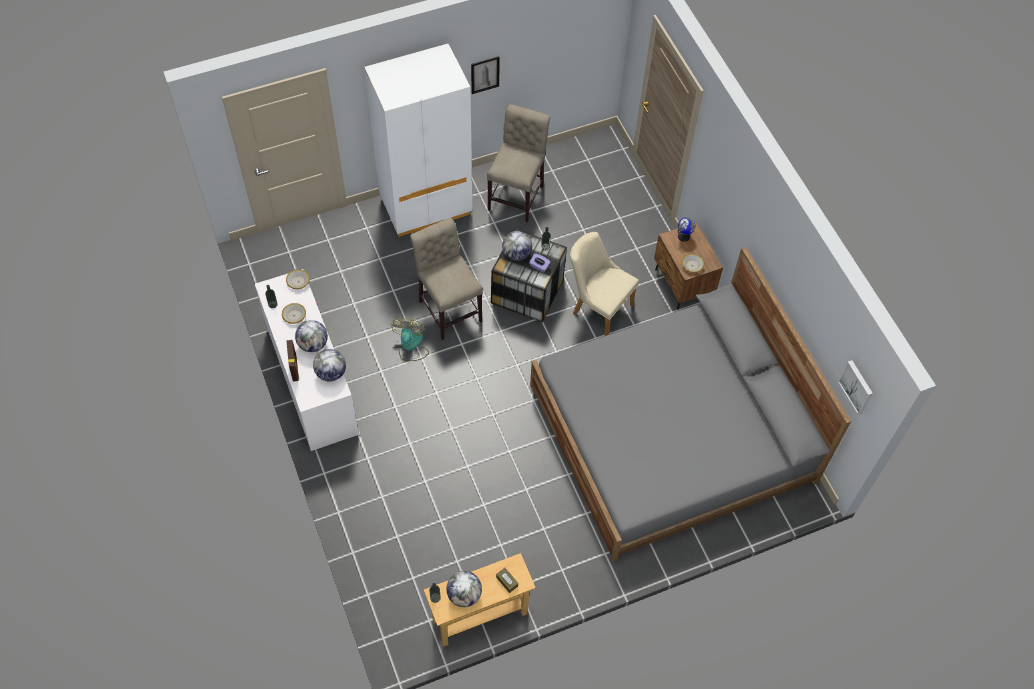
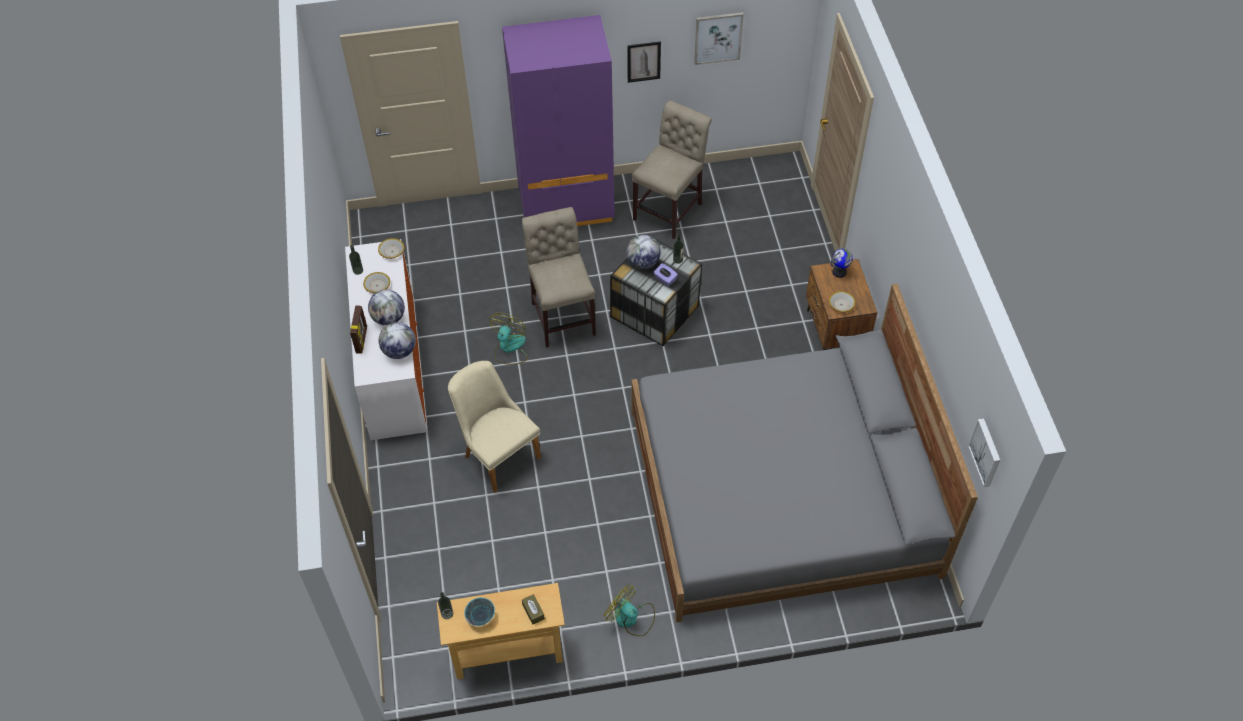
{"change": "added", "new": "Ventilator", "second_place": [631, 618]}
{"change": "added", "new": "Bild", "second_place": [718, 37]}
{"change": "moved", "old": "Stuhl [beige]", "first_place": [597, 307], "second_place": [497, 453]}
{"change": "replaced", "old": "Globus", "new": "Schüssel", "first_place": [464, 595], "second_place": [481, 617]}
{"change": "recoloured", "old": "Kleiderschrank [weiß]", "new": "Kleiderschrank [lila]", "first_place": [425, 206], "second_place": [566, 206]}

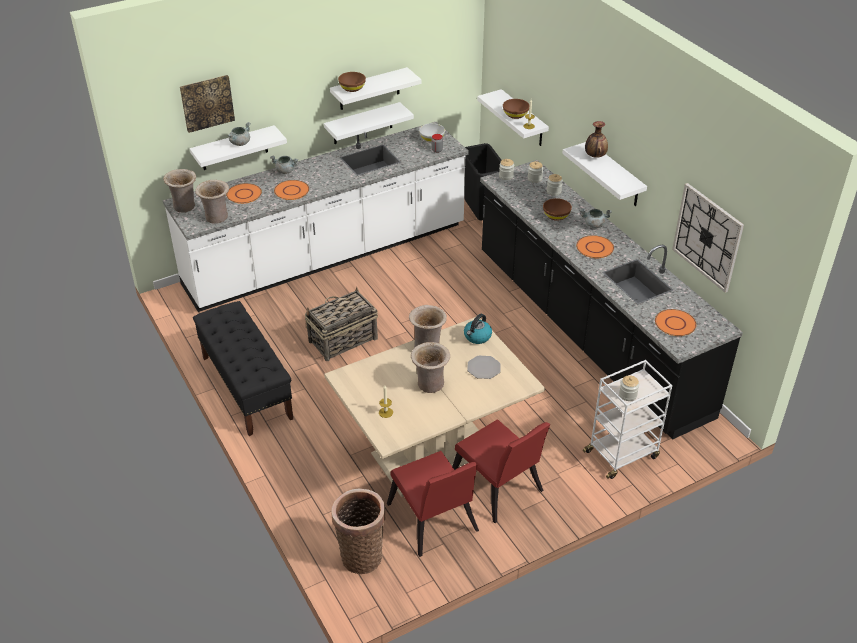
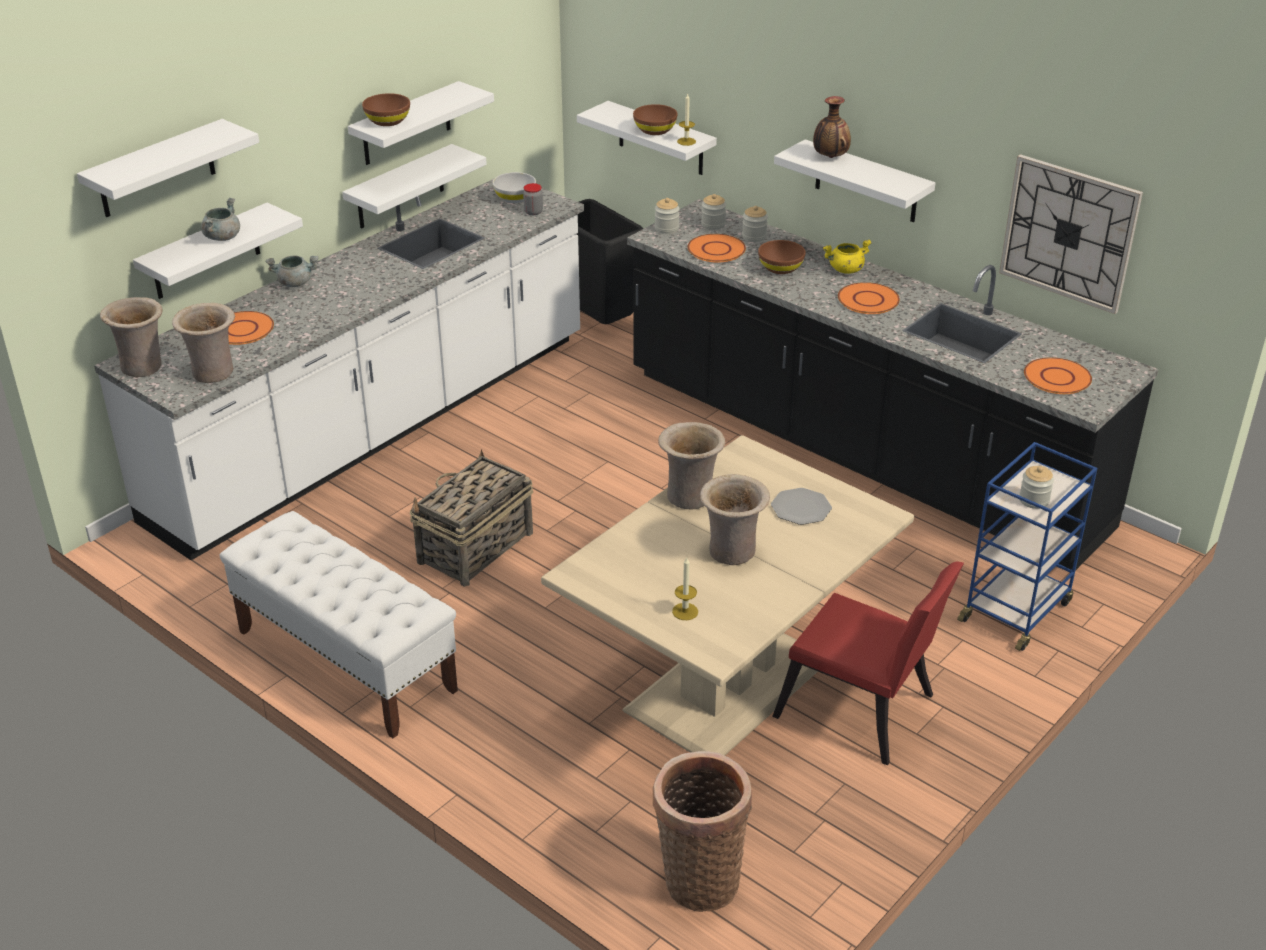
{"change": "removed", "old": "Stuhl [rot]", "first_place": [433, 522]}
{"change": "removed", "old": "Wasserkessel", "first_place": [477, 337]}
{"change": "moved", "old": "Teller [orange]", "first_place": [292, 191], "second_place": [716, 249]}
{"change": "replaced", "old": "Bild", "new": "Wandregal [weiß]", "first_place": [207, 103], "second_place": [156, 169]}
{"change": "recoloured", "old": "Bank [schwarz]", "new": "Bank [weiß]", "first_place": [246, 387], "second_place": [345, 660]}
{"change": "recoloured", "old": "Kochtopf [grau]", "new": "Kochtopf [gelb]", "first_place": [594, 225], "second_place": [845, 270]}
{"change": "recoloured", "old": "Rollwagen [weiß]", "new": "Rollwagen [blau]", "first_place": [622, 454], "second_place": [1016, 610]}

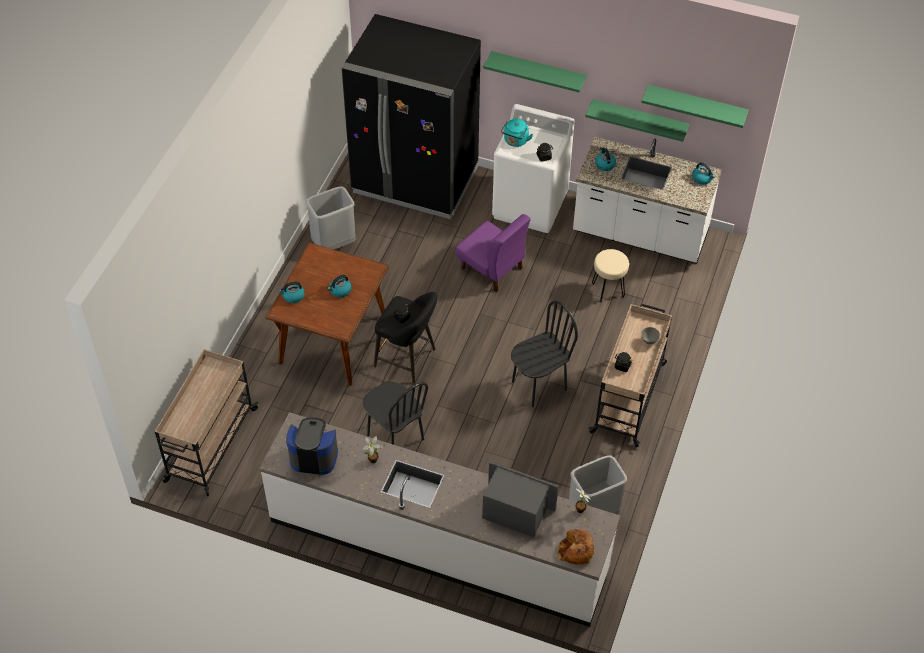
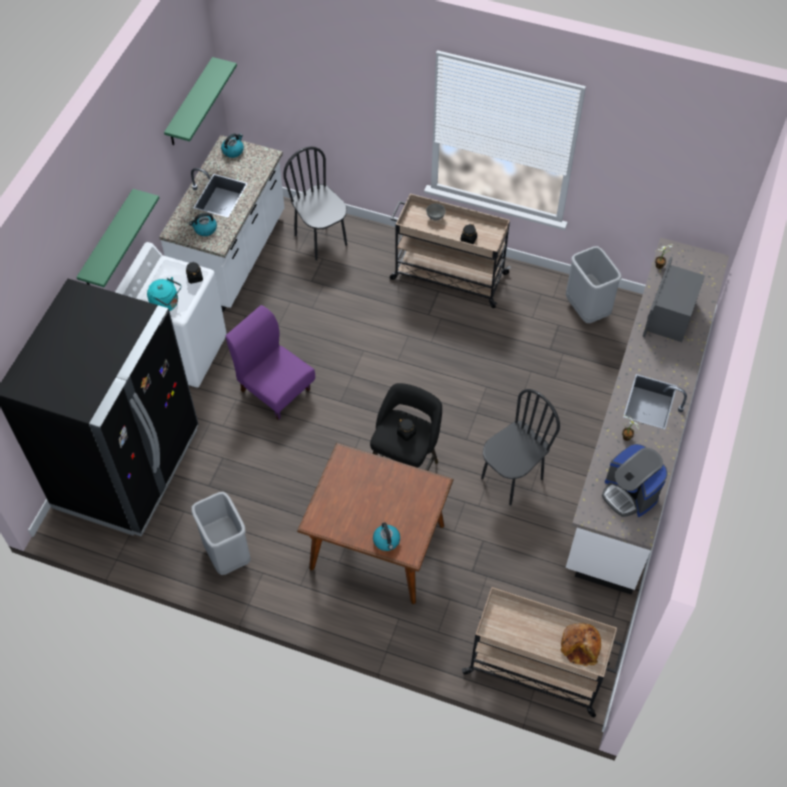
{"change": "removed", "old": "Wasserkessel", "first_place": [340, 291]}
{"change": "removed", "old": "Wandregal [grün]", "first_place": [639, 120]}
{"change": "removed", "old": "Hocker [beige]", "first_place": [608, 290]}
{"change": "moved", "old": "Stuhl [schwarz]", "first_place": [538, 385], "second_place": [321, 239]}
{"change": "moved", "old": "Brot", "first_place": [575, 550], "second_place": [580, 646]}
{"change": "turned", "old": "Kaffeemaschine", "first_place": [313, 456], "second_place": [629, 493], "degrees": -45}
{"change": "turned", "old": "Stuhl [lila]", "first_place": [492, 268], "second_place": [275, 389], "degrees": -90}

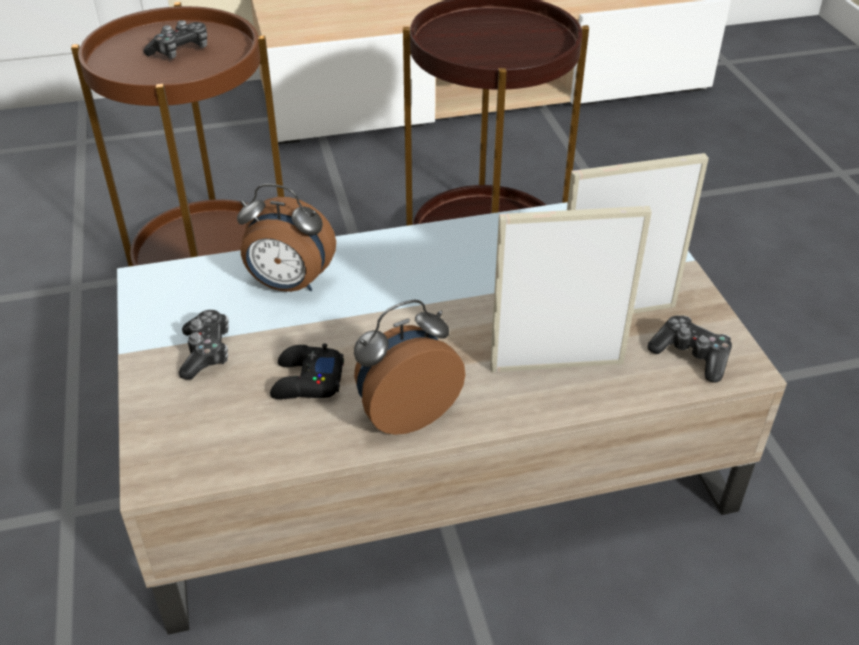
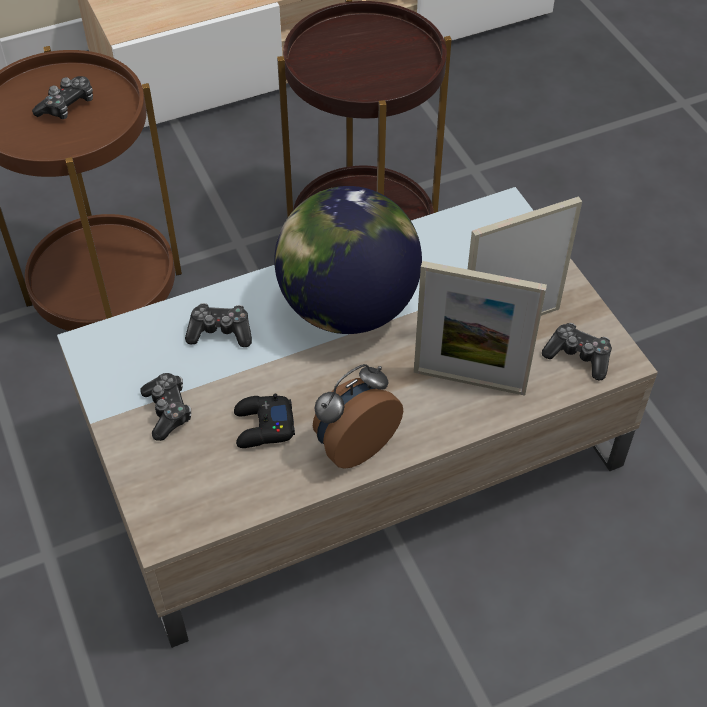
{"change": "added", "new": "Globus", "second_place": [347, 307]}
{"change": "replaced", "old": "Wecker", "new": "Gamepad", "first_place": [289, 285], "second_place": [220, 332]}
{"change": "turned", "old": "Bilderrahmen", "first_place": [556, 365], "second_place": [469, 381], "degrees": -150}

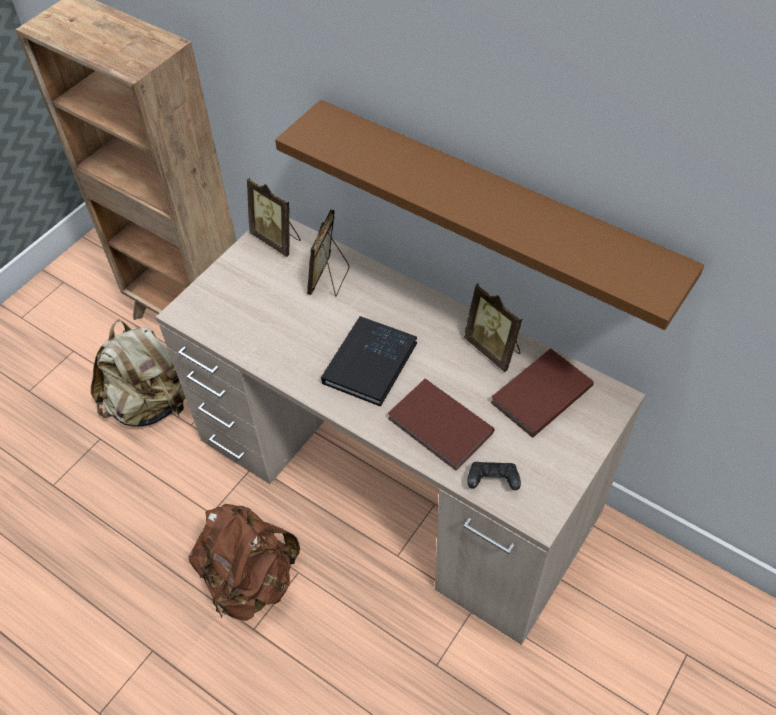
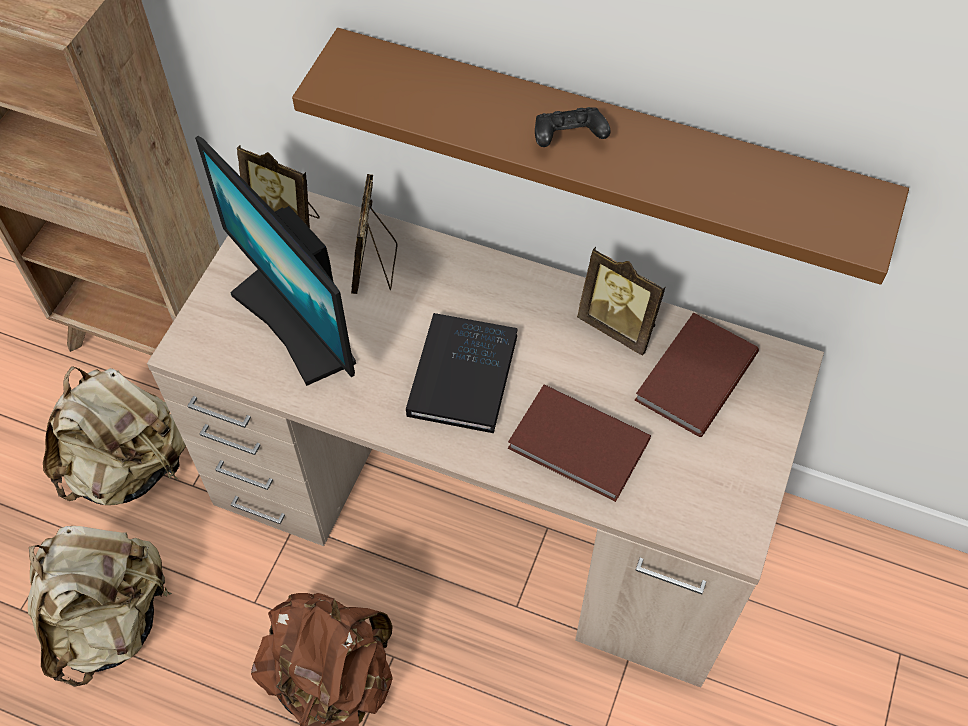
{"change": "added", "new": "Rucksack [beige]", "second_place": [110, 620]}
{"change": "added", "new": "Monitor", "second_place": [297, 322]}
{"change": "moved", "old": "Gamepad [schwarz]", "first_place": [492, 481], "second_place": [568, 138]}

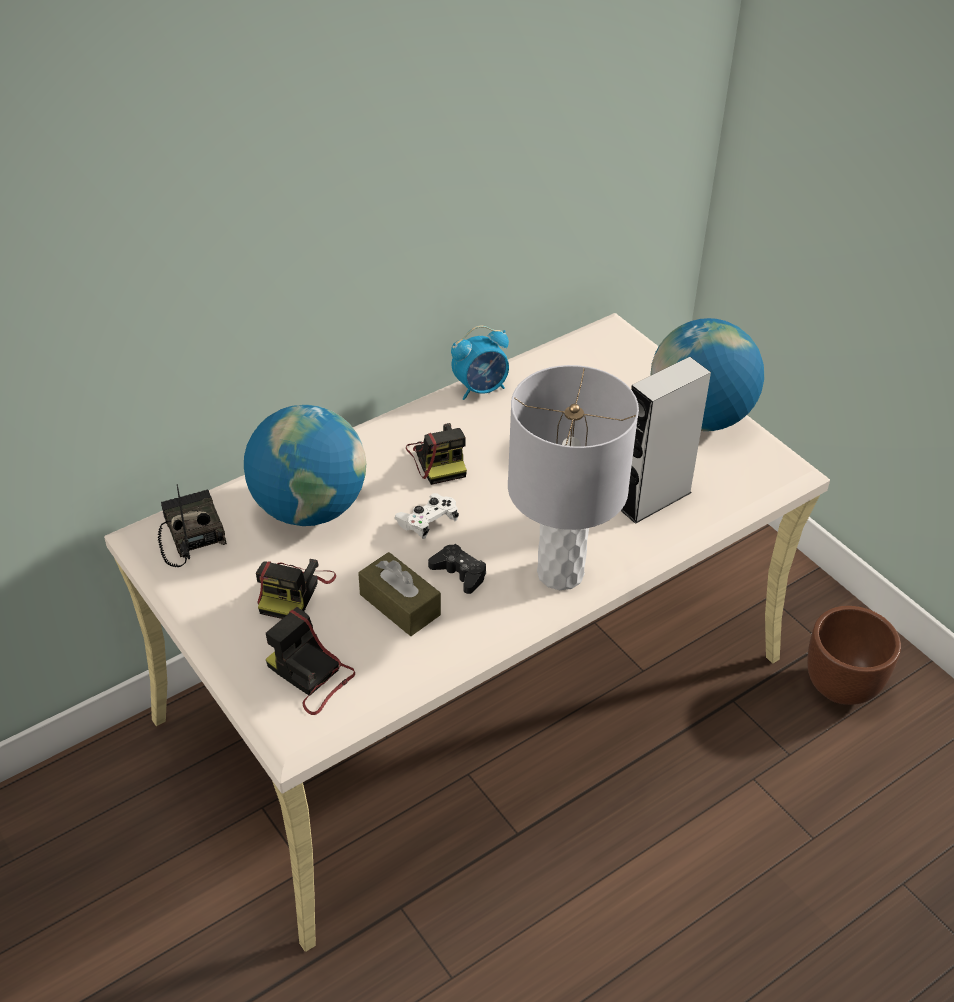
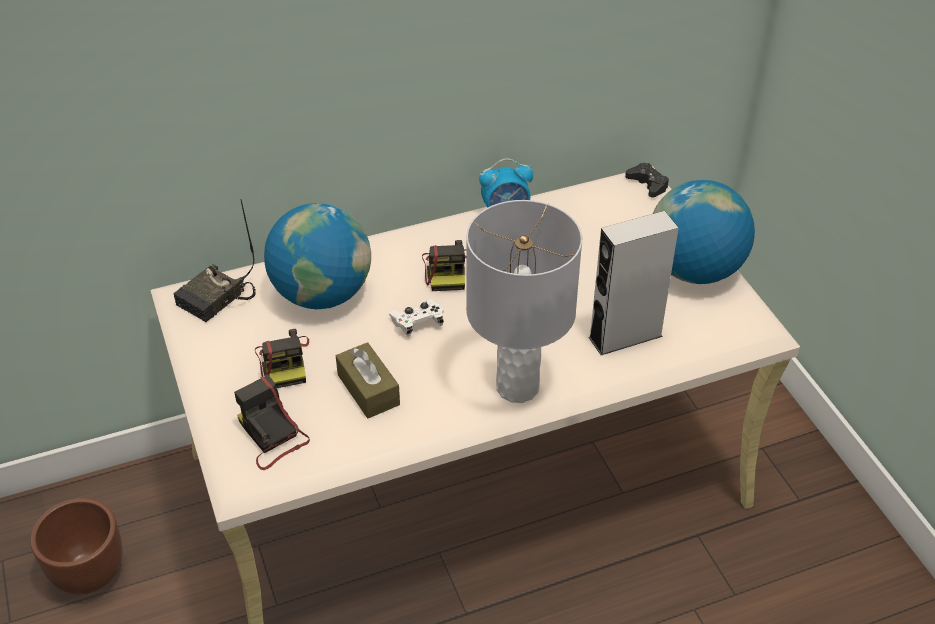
{"change": "moved", "old": "Gamepad [schwarz]", "first_place": [459, 573], "second_place": [647, 184]}
{"change": "moved", "old": "Pflanzkübel [braun]", "first_place": [840, 686], "second_place": [90, 574]}
{"change": "turned", "old": "Radio", "first_place": [190, 534], "second_place": [216, 300], "degrees": -135}
{"change": "turned", "old": "Kamera", "first_place": [294, 591], "second_place": [284, 362], "degrees": -45}

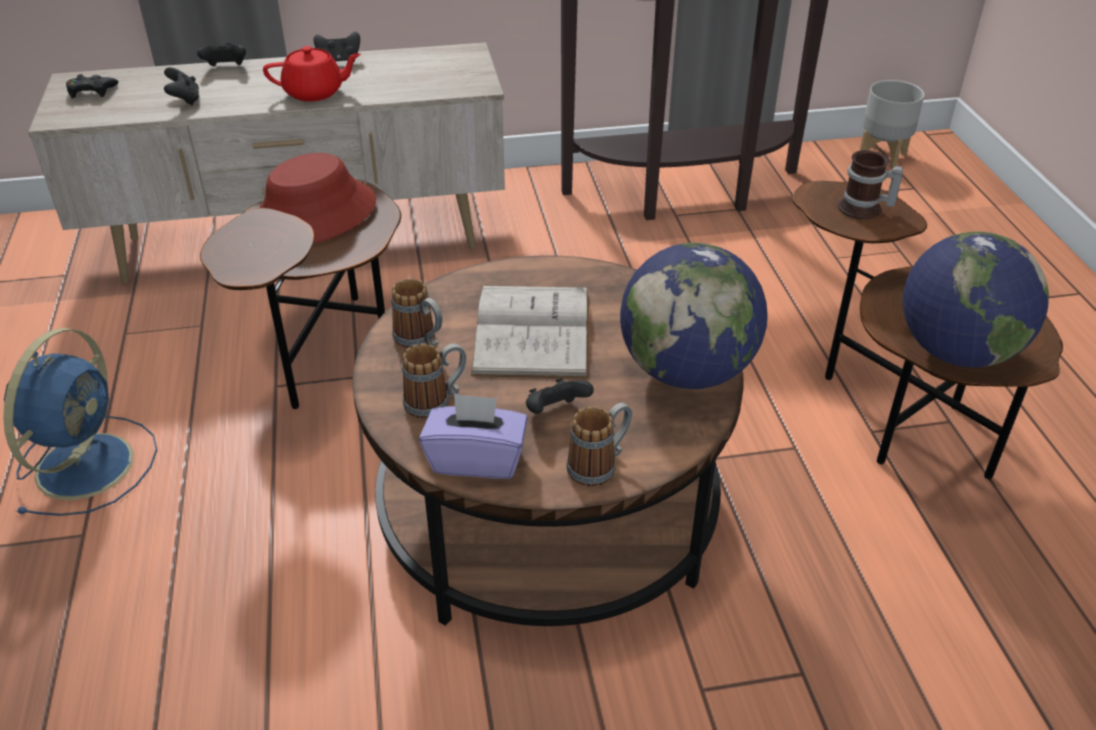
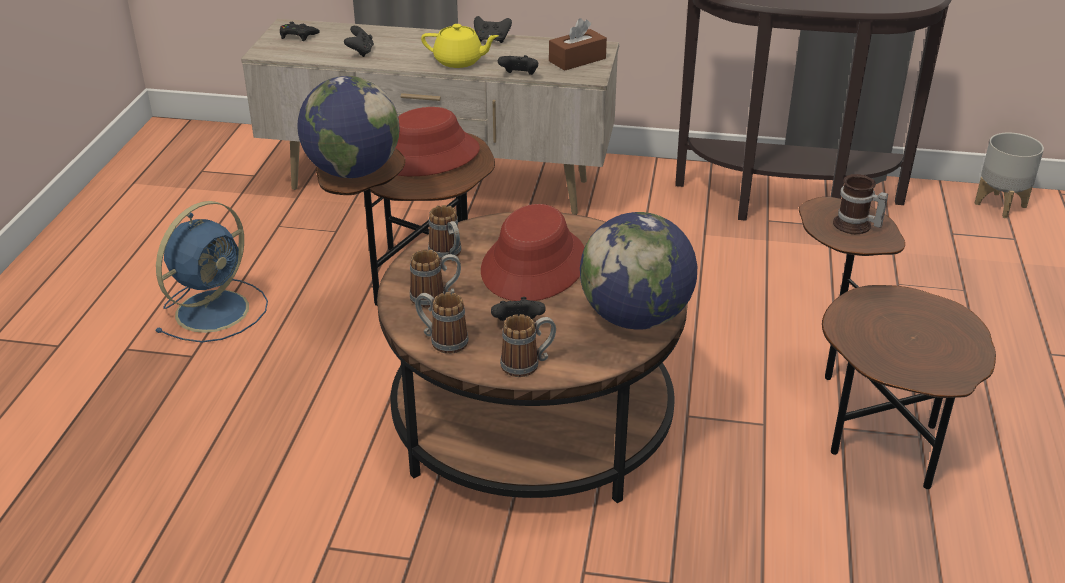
{"change": "added", "new": "Taschentuchbox [braun]", "second_place": [577, 60]}
{"change": "moved", "old": "Gamepad [schwarz]", "first_place": [226, 68], "second_place": [519, 76]}
{"change": "moved", "old": "Globus", "first_place": [956, 352], "second_place": [353, 171]}
{"change": "replaced", "old": "Taschentuchbox [lila]", "new": "Henkelbecher", "first_place": [476, 459], "second_place": [442, 341]}
{"change": "replaced", "old": "Buch [weiß]", "new": "Hut [rot]", "first_place": [532, 330], "second_place": [534, 265]}
{"change": "recoloured", "old": "Teekanne [rot]", "new": "Teekanne [gelb]", "first_place": [315, 92], "second_place": [459, 61]}

